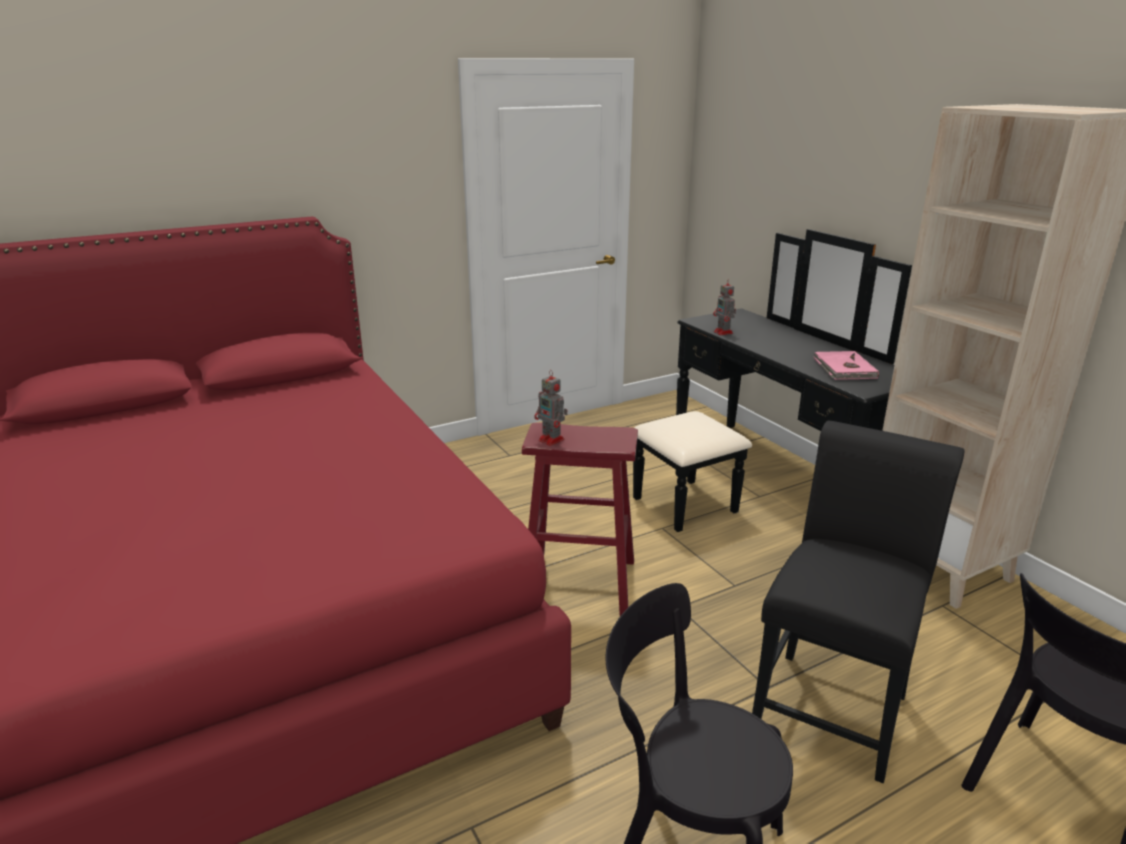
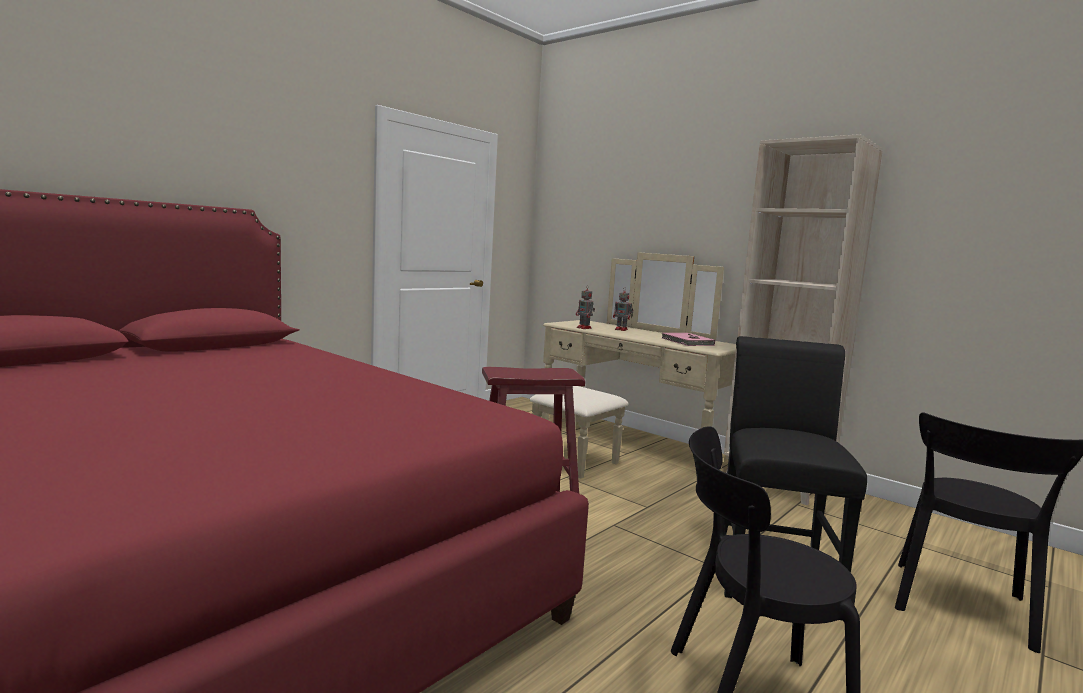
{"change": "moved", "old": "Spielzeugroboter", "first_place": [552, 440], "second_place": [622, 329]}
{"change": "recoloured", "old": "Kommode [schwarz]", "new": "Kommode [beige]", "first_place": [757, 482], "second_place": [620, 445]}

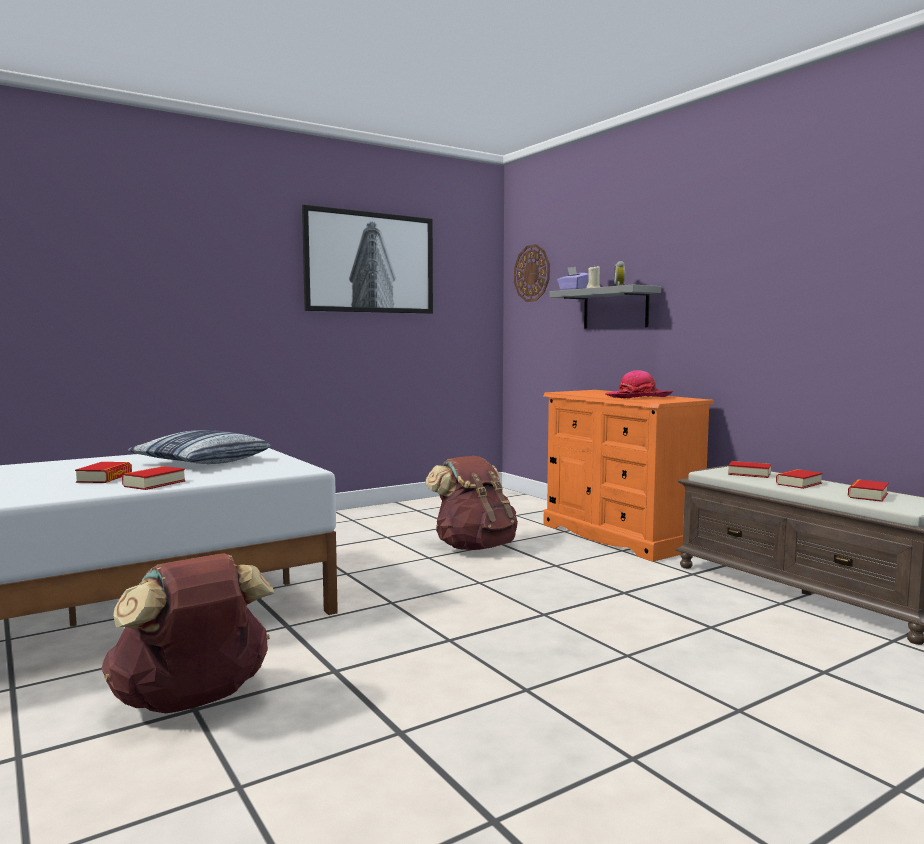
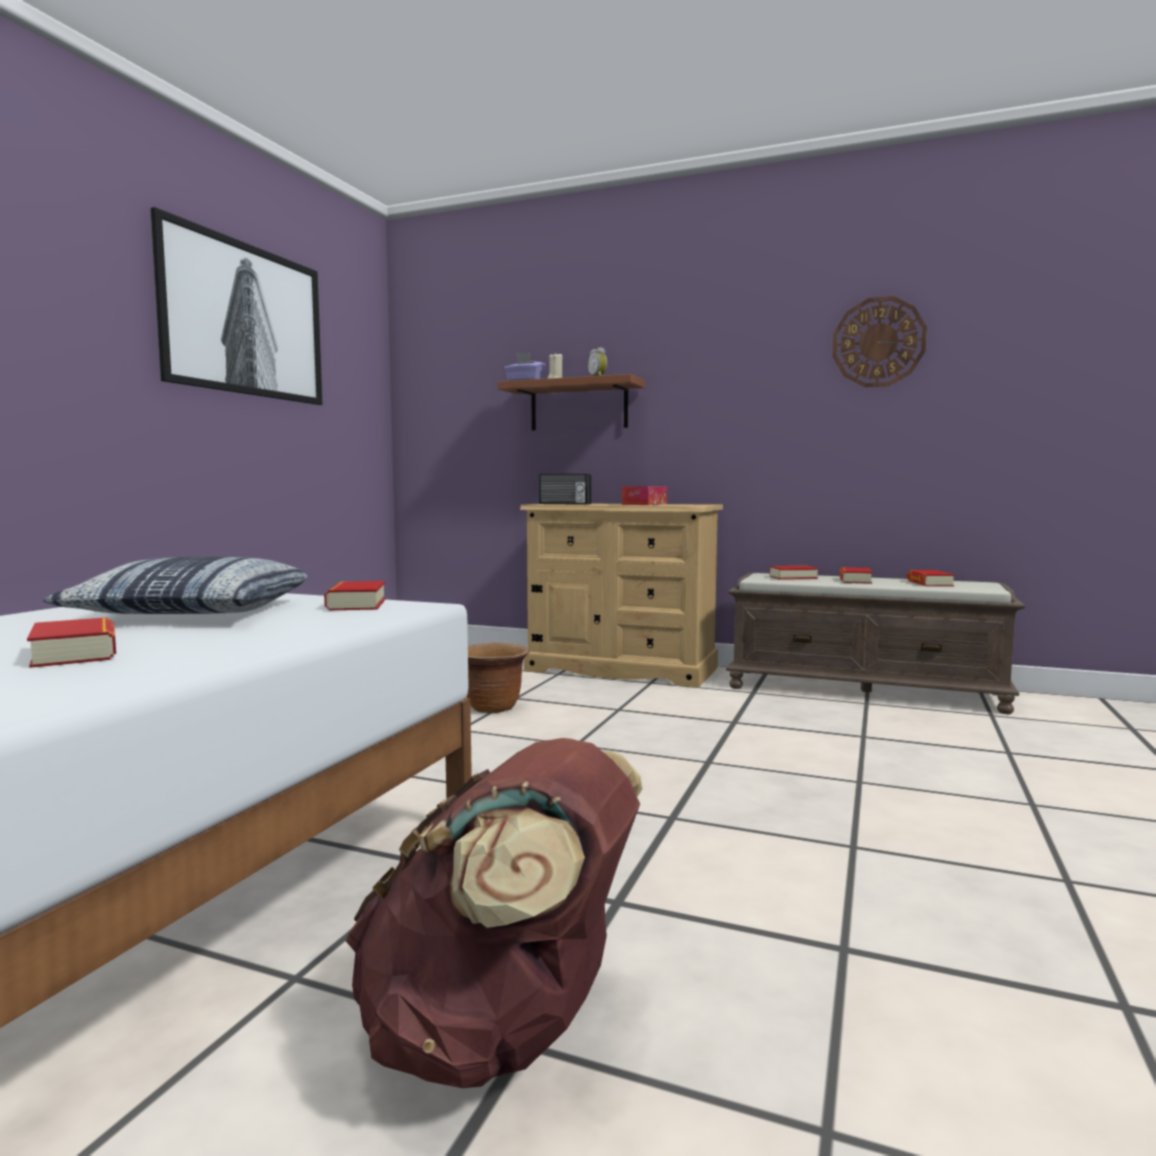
{"change": "added", "new": "Radio", "second_place": [564, 504]}
{"change": "moved", "old": "Buch", "first_place": [154, 483], "second_place": [356, 604]}
{"change": "moved", "old": "Wanduhr", "first_place": [532, 273], "second_place": [878, 342]}
{"change": "replaced", "old": "Rucksack [braun]", "new": "Pflanzkübel [braun]", "first_place": [474, 547], "second_place": [493, 707]}
{"change": "replaced", "old": "Hut", "new": "Taschentuchbox", "first_place": [638, 396], "second_place": [644, 504]}
{"change": "recoloured", "old": "Kommode [orange]", "new": "Kommode [beige]", "first_place": [619, 536], "second_place": [621, 669]}
{"change": "recoloured", "old": "Wandregal [grau]", "new": "Wandregal [braun]", "first_place": [615, 308], "second_place": [579, 406]}

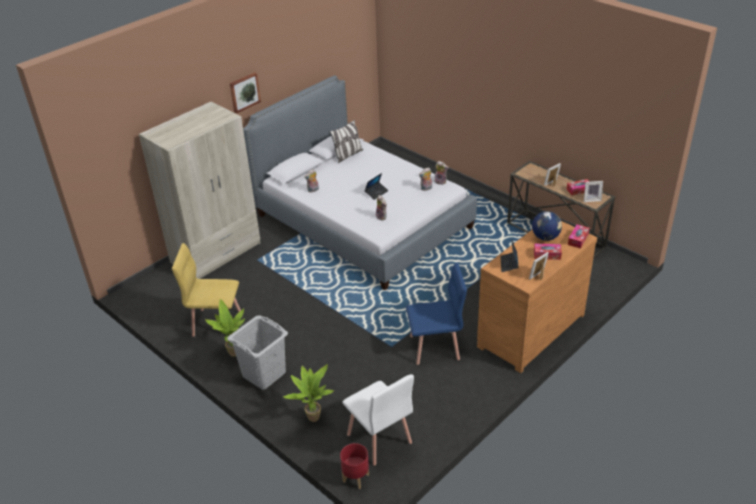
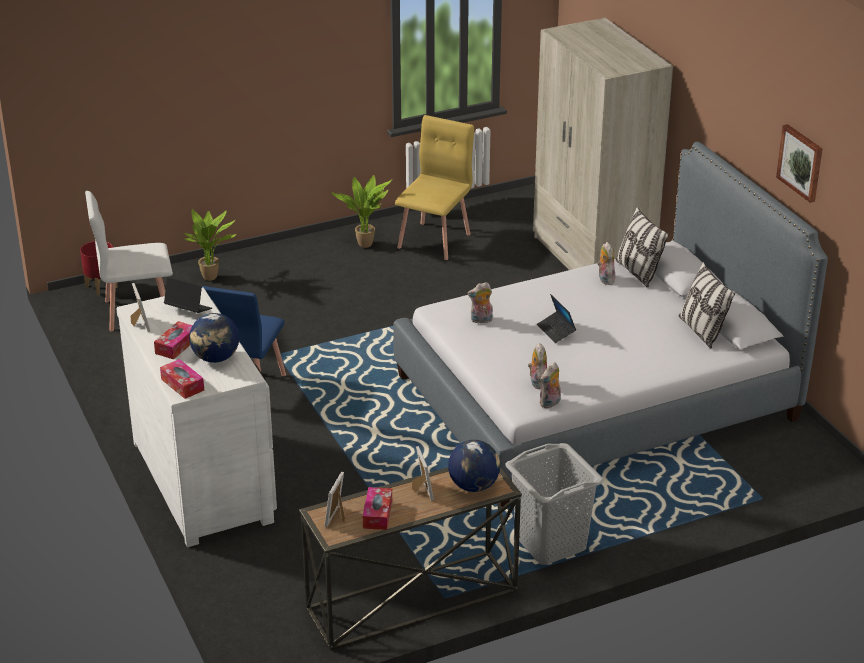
{"change": "added", "new": "Globus", "second_place": [473, 486]}
{"change": "added", "new": "Kissen", "second_place": [638, 272]}
{"change": "moved", "old": "Wäschekorb [grau]", "first_place": [264, 374], "second_place": [550, 543]}
{"change": "moved", "old": "Bild", "first_place": [244, 92], "second_place": [801, 162]}
{"change": "recoloured", "old": "Kommode [braun]", "new": "Kommode [weiß]", "first_place": [529, 330], "second_place": [205, 480]}

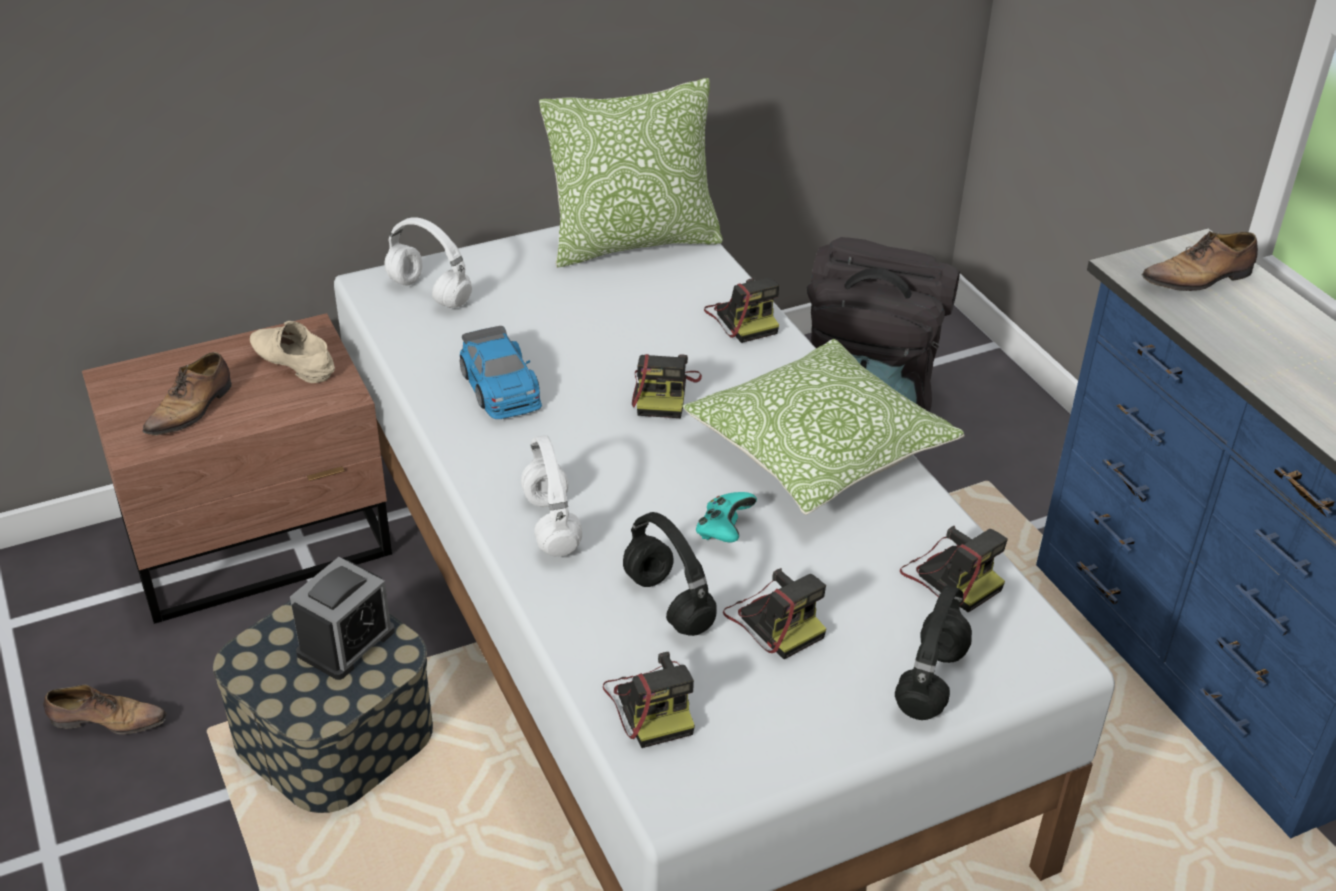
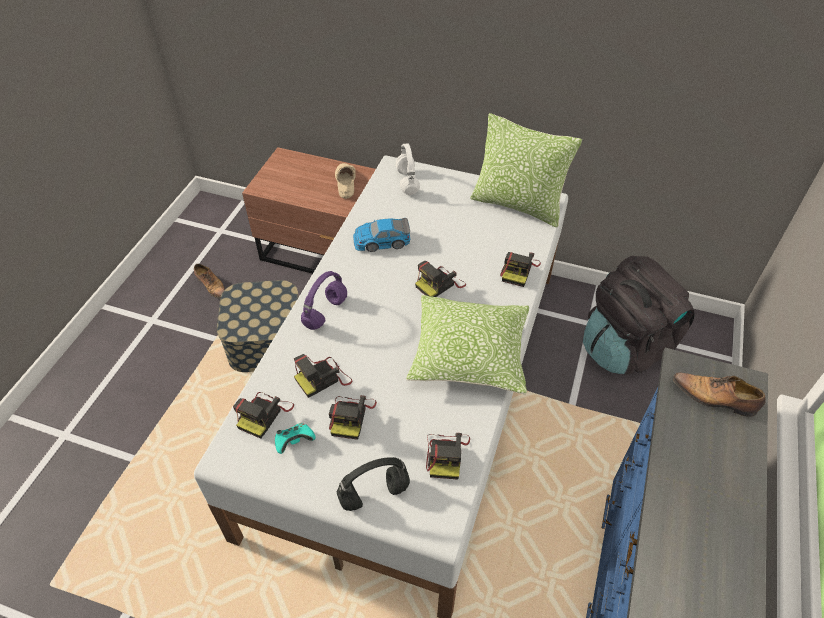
{"change": "removed", "old": "Schuh", "first_place": [192, 409]}
{"change": "removed", "old": "Wecker", "first_place": [346, 642]}
{"change": "moved", "old": "Gamepad [türkis]", "first_place": [724, 530], "second_place": [294, 442]}
{"change": "replaced", "old": "Kopfhörer [schwarz]", "new": "Kamera", "first_place": [670, 604], "second_place": [323, 378]}
{"change": "recoloured", "old": "Kopfhörer [weiß]", "new": "Kopfhörer [lila]", "first_place": [553, 526], "second_place": [325, 313]}
{"change": "turned", "old": "Spielzeugauto", "first_place": [501, 388], "second_place": [381, 241], "degrees": 60}

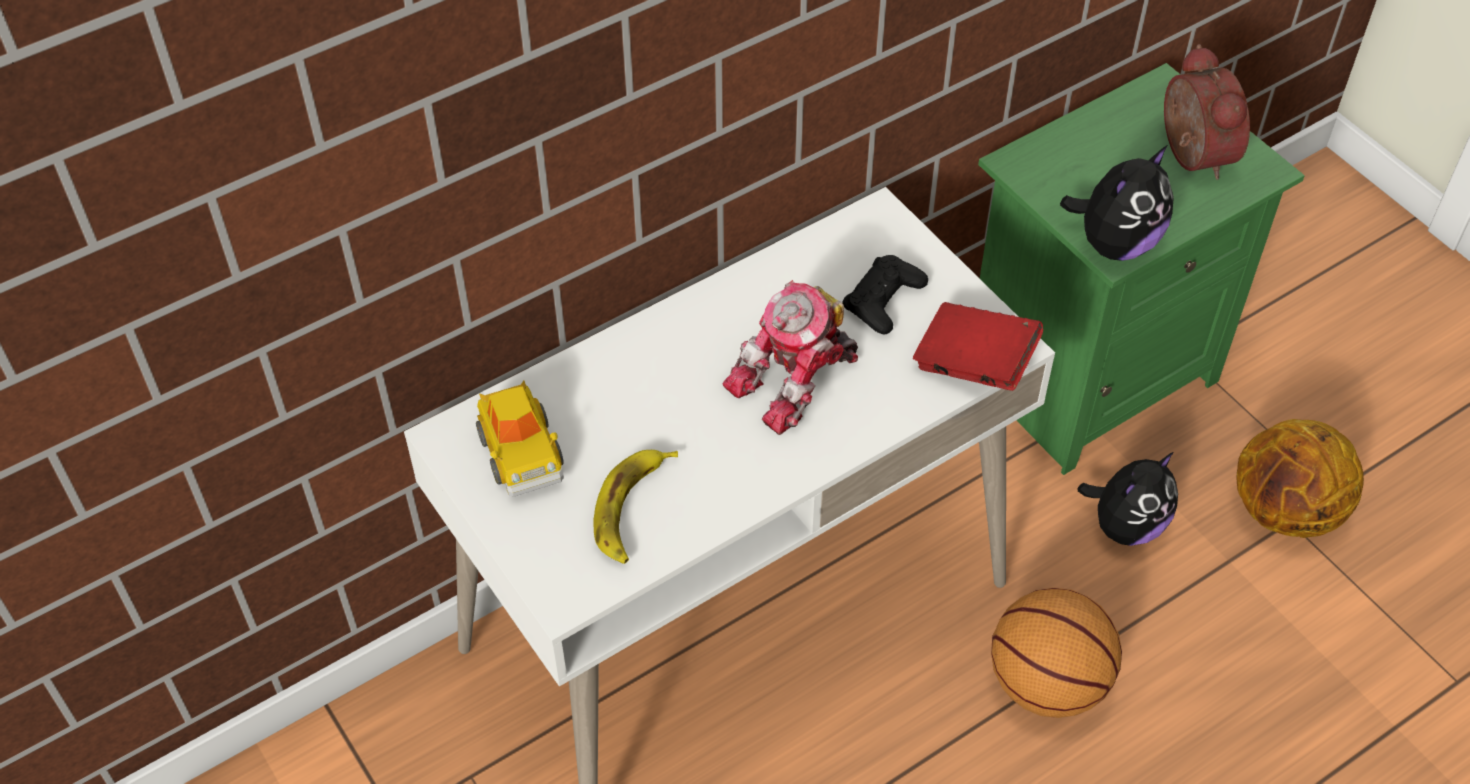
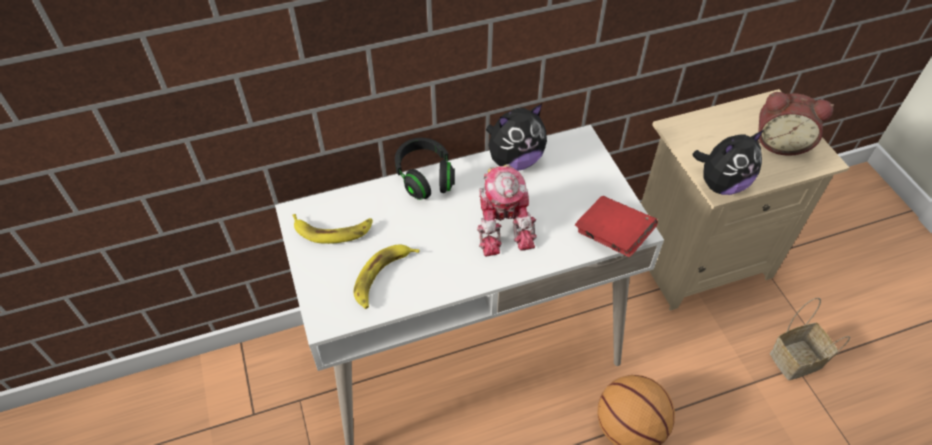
{"change": "removed", "old": "Gamepad [schwarz]", "first_place": [884, 300]}
{"change": "added", "new": "Kopfhörer [schwarz]", "second_place": [425, 177]}
{"change": "moved", "old": "Plüschtier", "first_place": [1125, 525], "second_place": [514, 160]}
{"change": "replaced", "old": "Spielzeugauto", "new": "Banane", "first_place": [521, 452], "second_place": [333, 230]}
{"change": "replaced", "old": "Basketball", "new": "Korb", "first_place": [1285, 512], "second_place": [795, 361]}
{"change": "recoloured", "old": "Nachttisch [grün]", "new": "Nachttisch [beige]", "first_place": [1086, 373], "second_place": [697, 257]}
{"change": "turned", "old": "Spielzeugroboter", "first_place": [797, 381], "second_place": [503, 223], "degrees": -75}
{"change": "turned", "old": "Wecker", "first_place": [1190, 155], "second_place": [780, 142], "degrees": 105}

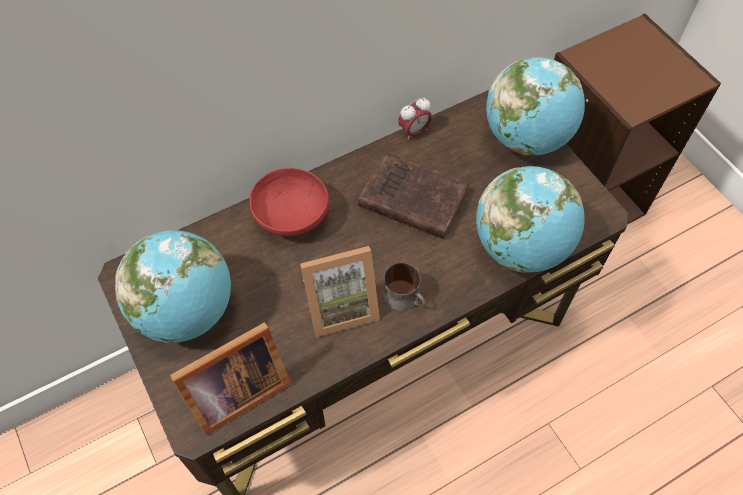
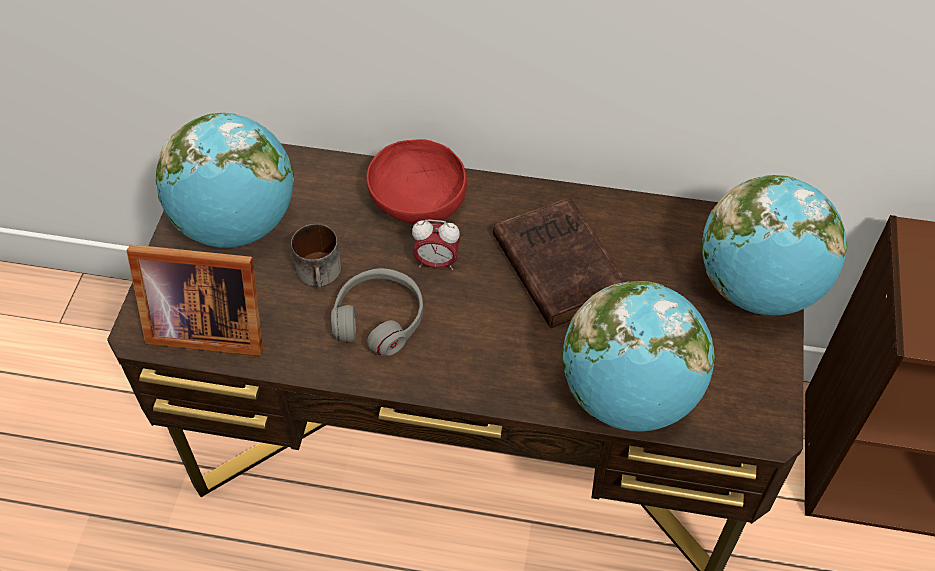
{"change": "moved", "old": "Henkelbecher", "first_place": [405, 297], "second_place": [321, 273]}
{"change": "moved", "old": "Wecker", "first_place": [414, 131], "second_place": [436, 262]}
{"change": "replaced", "old": "Bilderrahmen", "new": "Kopfhörer [grau]", "first_place": [340, 305], "second_place": [379, 318]}

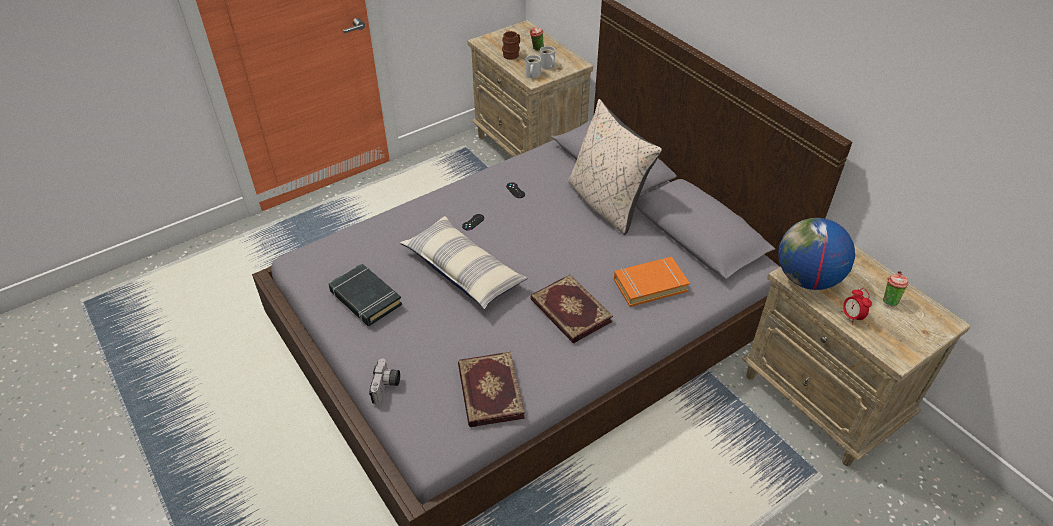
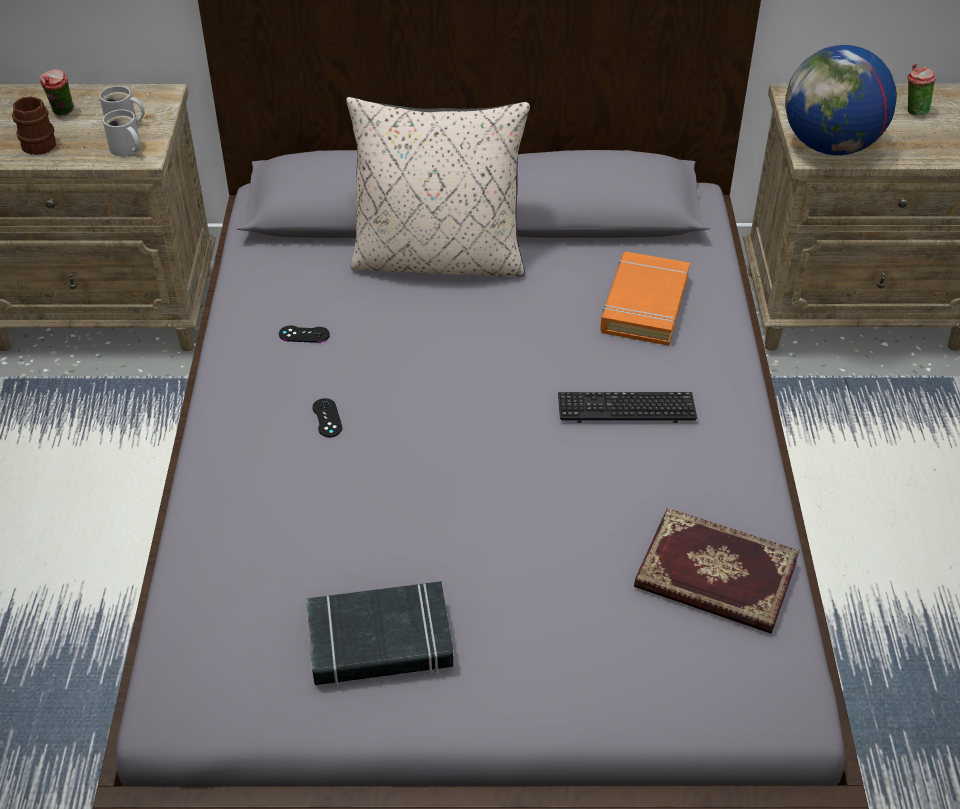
{"change": "removed", "old": "Kamera", "first_place": [387, 387]}
{"change": "removed", "old": "Kissen", "first_place": [464, 271]}
{"change": "removed", "old": "Wecker", "first_place": [851, 317]}
{"change": "replaced", "old": "Buch", "new": "Tastatur", "first_place": [569, 311], "second_place": [626, 409]}

